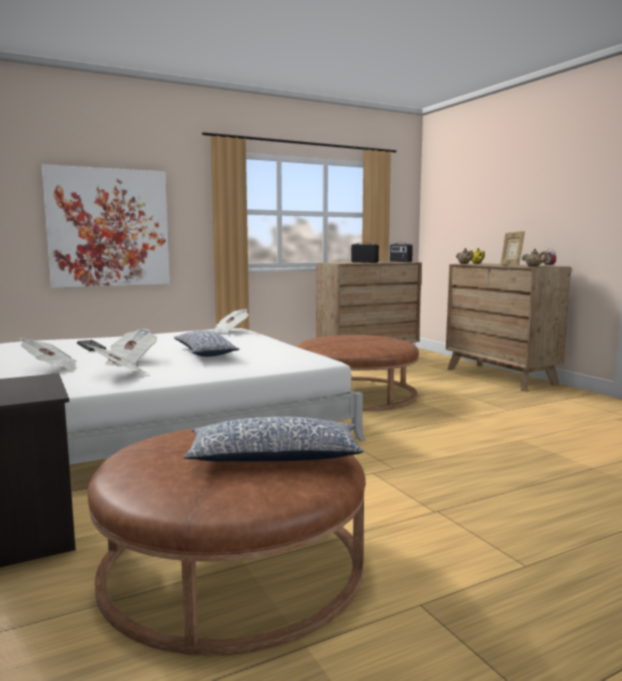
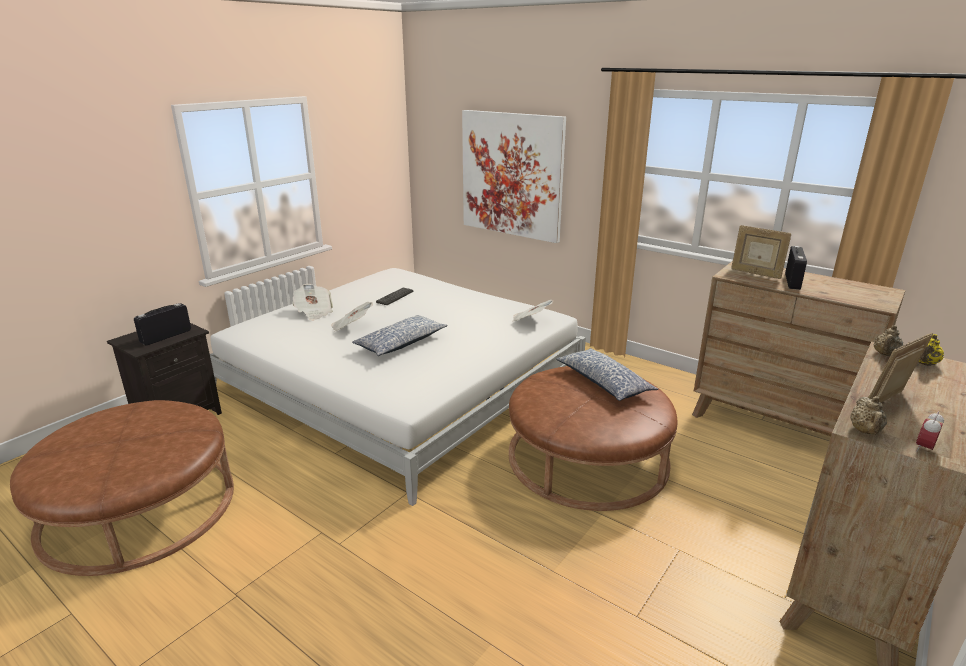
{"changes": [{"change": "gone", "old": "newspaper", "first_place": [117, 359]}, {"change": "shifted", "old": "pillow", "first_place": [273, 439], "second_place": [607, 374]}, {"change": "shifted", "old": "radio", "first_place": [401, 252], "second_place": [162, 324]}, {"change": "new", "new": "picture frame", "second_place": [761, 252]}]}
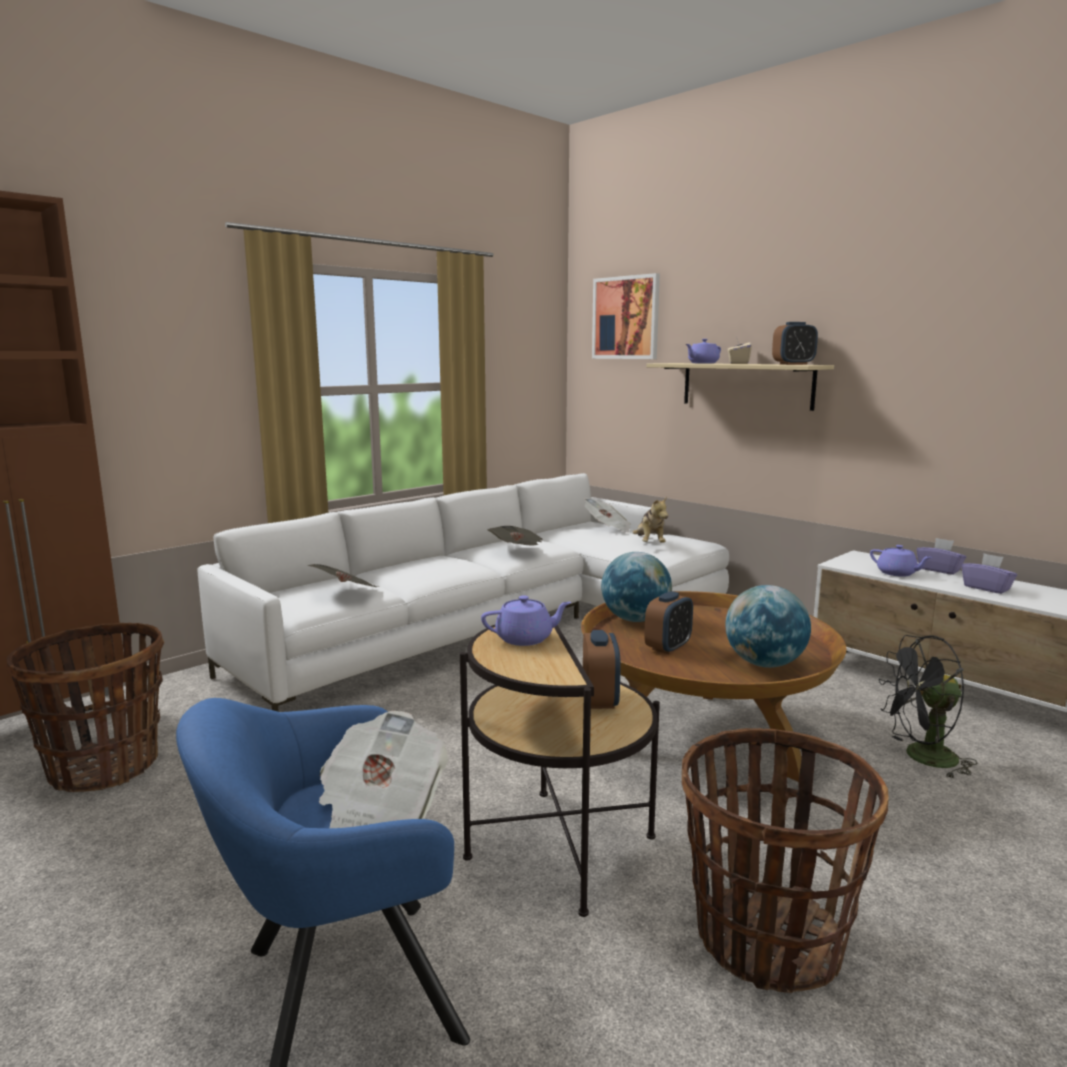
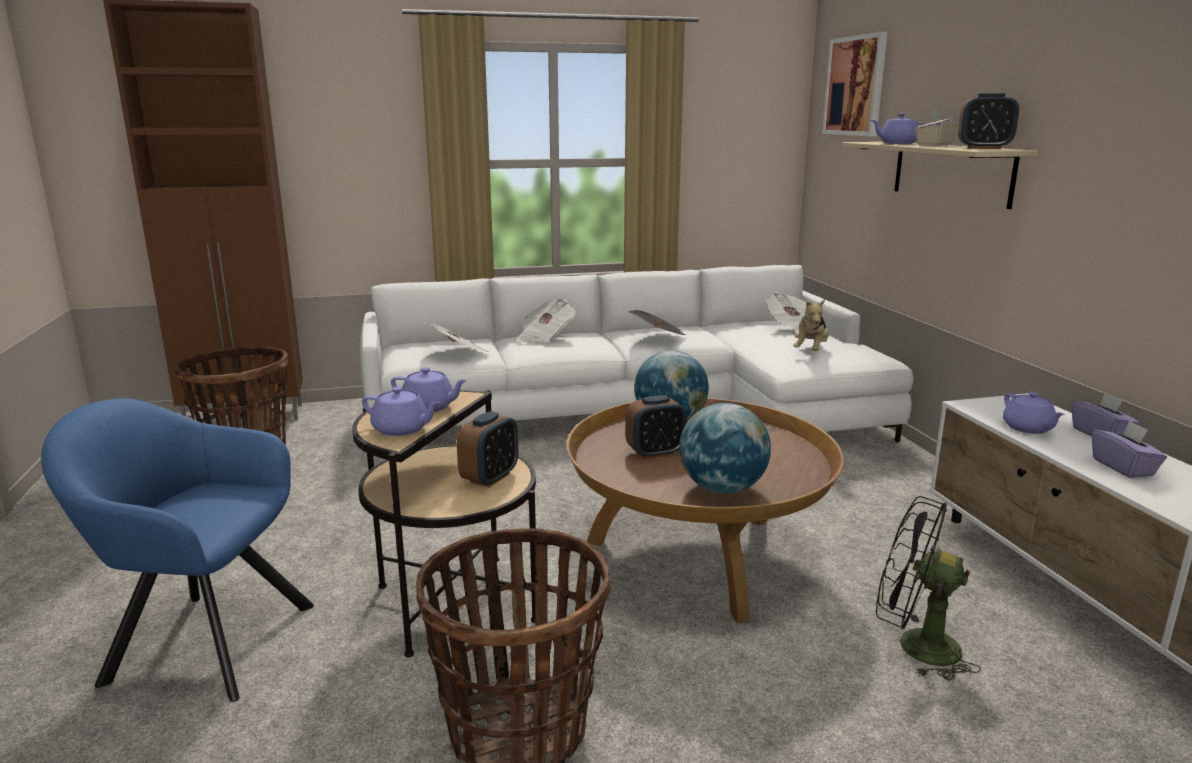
{"changes": [{"change": "shifted", "old": "newspaper", "first_place": [383, 769], "second_place": [546, 321]}, {"change": "new", "new": "teapot/purple", "second_place": [401, 411]}]}
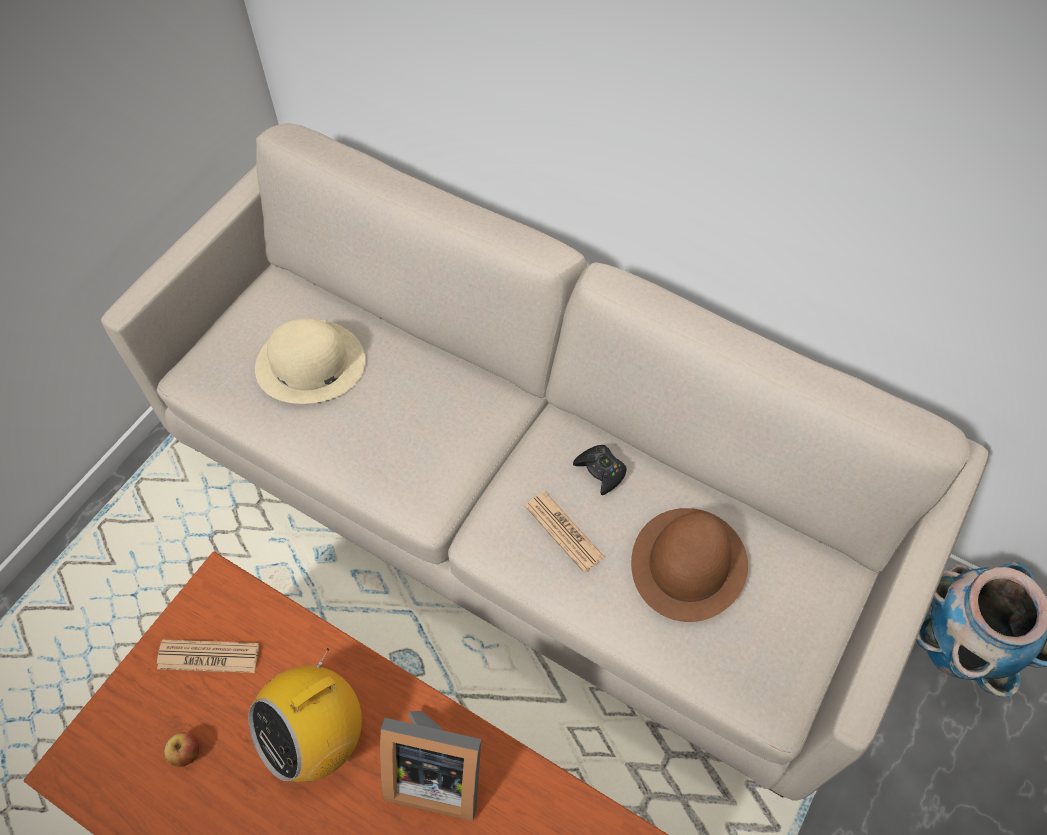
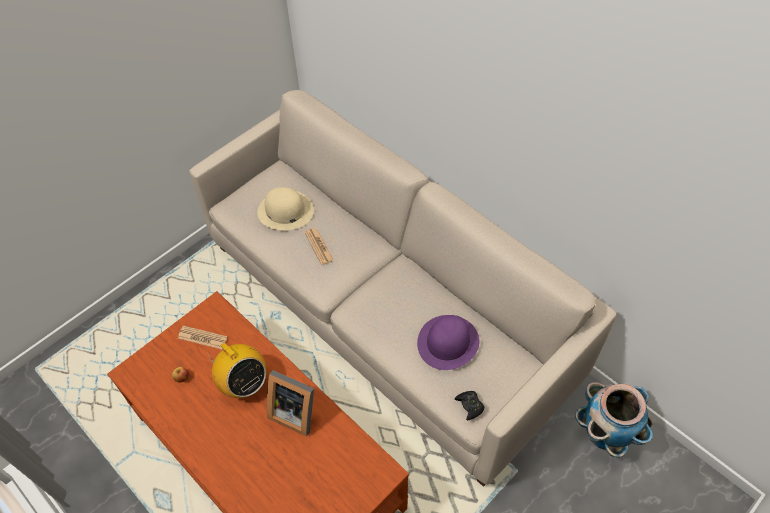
{"changes": [{"change": "rotated", "old": "radio", "first_place": [305, 715], "second_place": [236, 370], "degrees": -105}, {"change": "shifted", "old": "newspaper", "first_place": [565, 532], "second_place": [318, 246]}, {"change": "shifted", "old": "game controller/black", "first_place": [600, 470], "second_place": [469, 406]}, {"change": "repainted", "old": "hat/brown", "new": "hat/purple", "first_place": [689, 565], "second_place": [448, 342]}]}
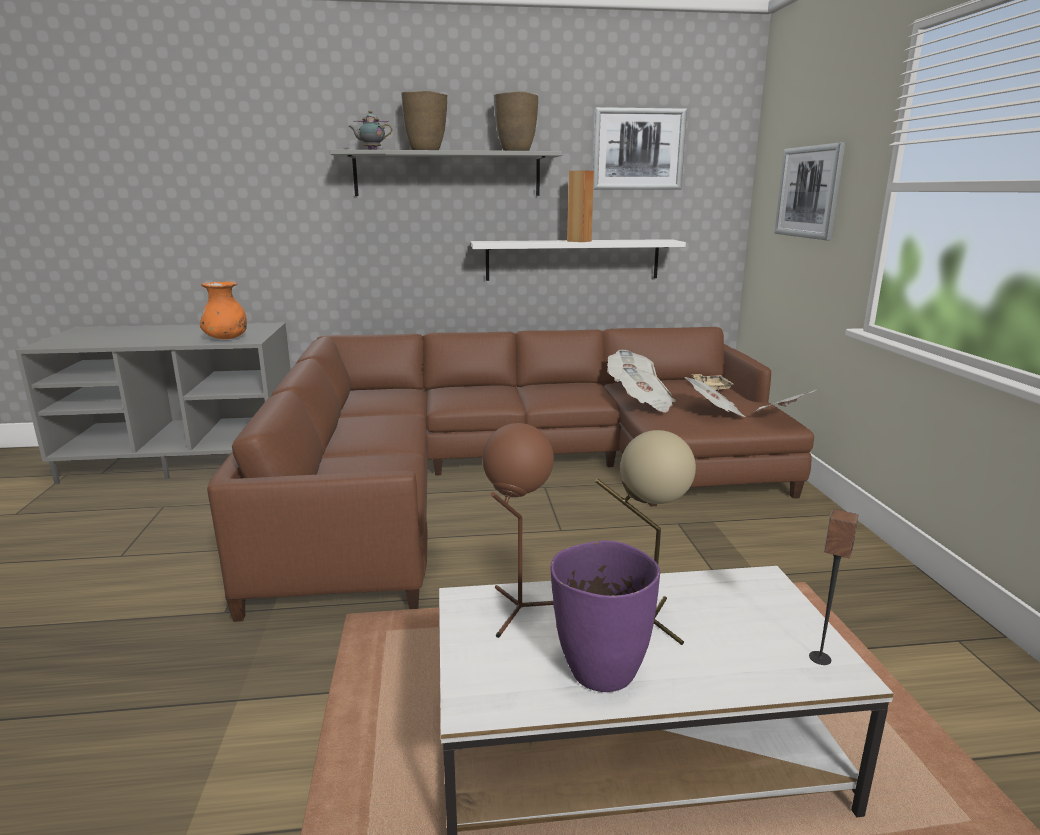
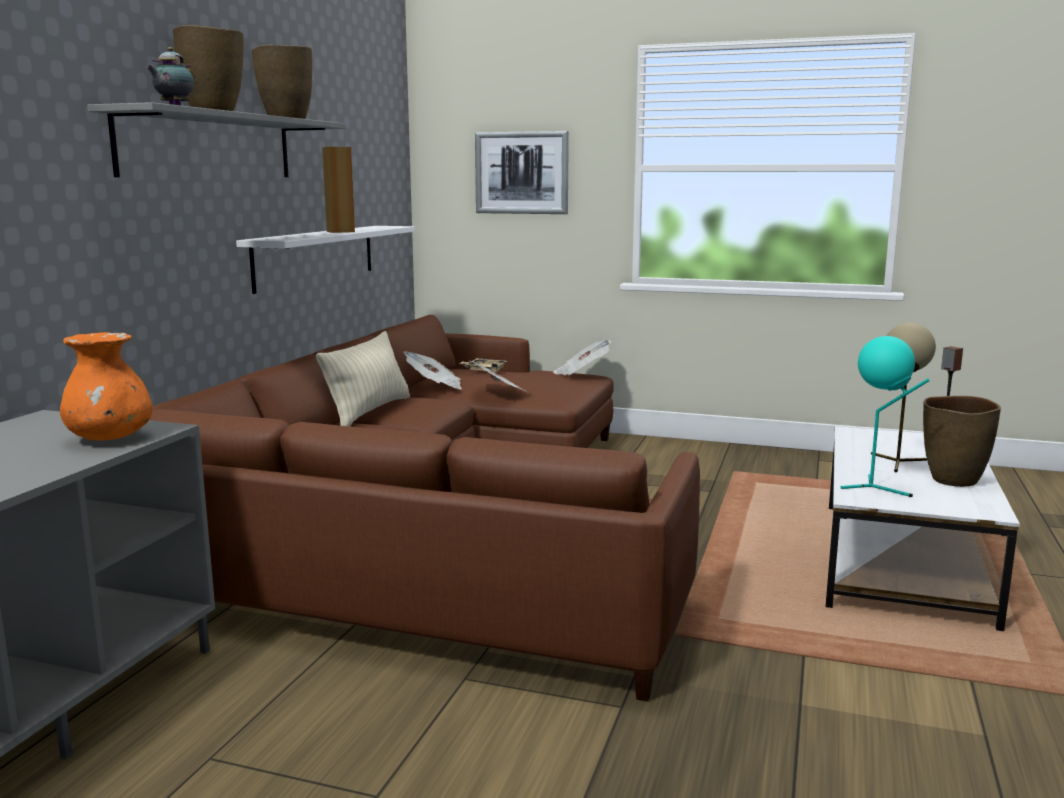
{"changes": [{"change": "repainted", "old": "table lamp/brown", "new": "table lamp/turquoise", "first_place": [518, 530], "second_place": [885, 416]}, {"change": "repainted", "old": "vase/purple", "new": "vase/brown", "first_place": [605, 616], "second_place": [962, 441]}, {"change": "gone", "old": "picture", "first_place": [640, 148]}, {"change": "gone", "old": "newspaper", "first_place": [715, 397]}, {"change": "new", "new": "pillow/beige", "second_place": [363, 378]}]}
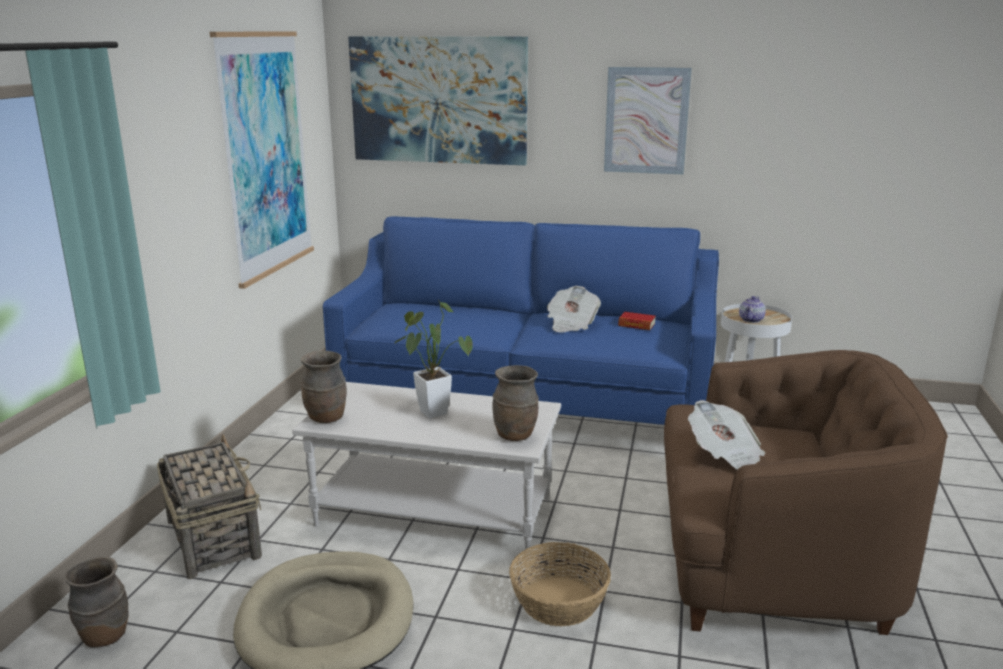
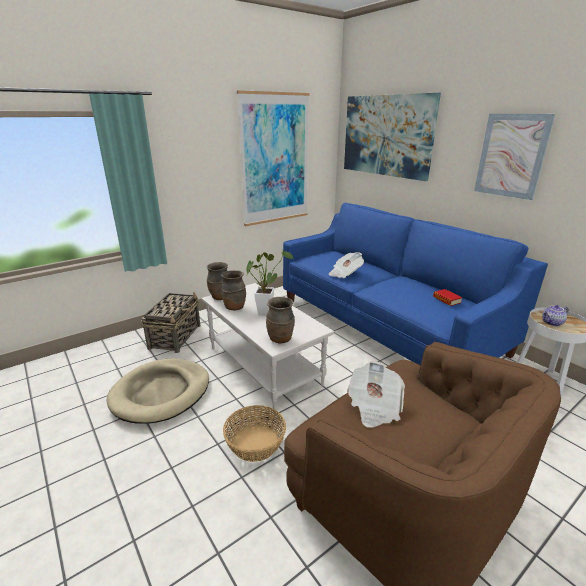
{"changes": [{"change": "shifted", "old": "vase/brown", "first_place": [97, 602], "second_place": [233, 290]}, {"change": "shifted", "old": "newspaper", "first_place": [574, 309], "second_place": [346, 265]}]}
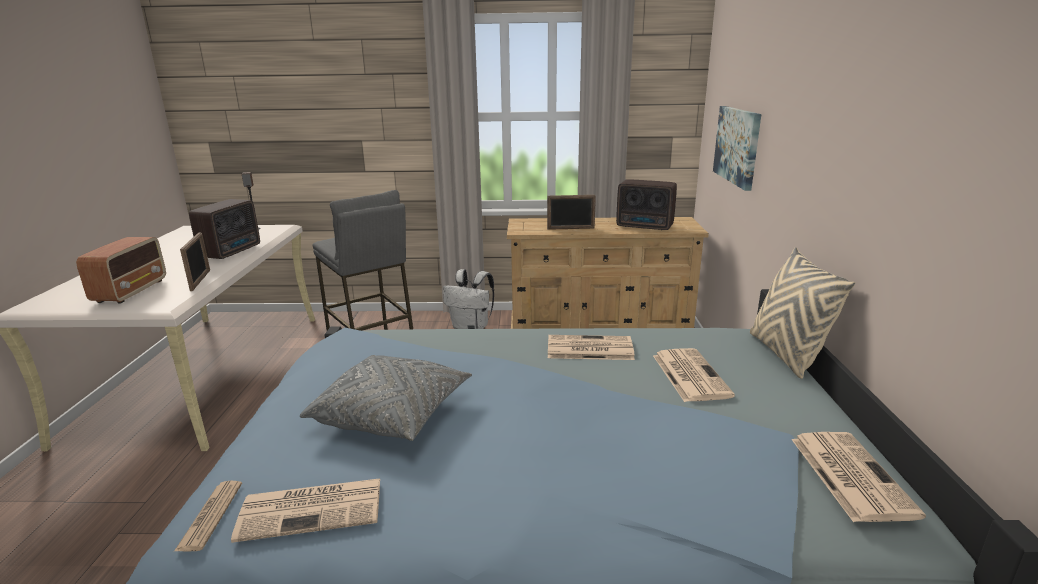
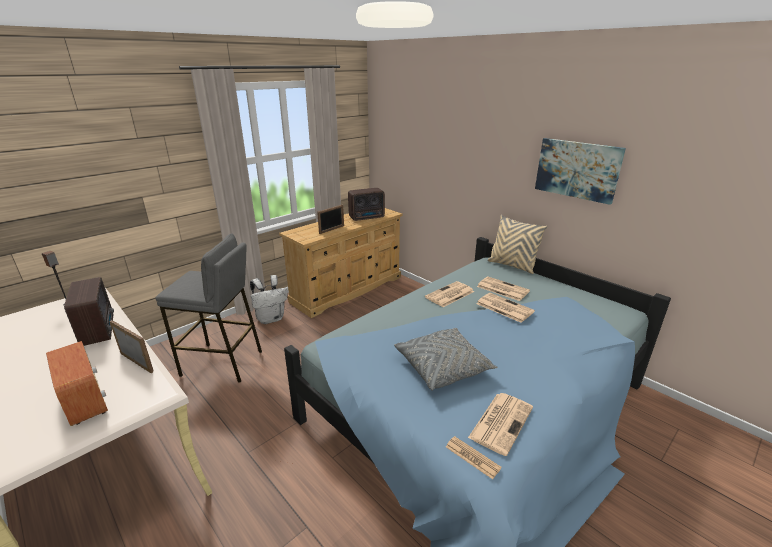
{"changes": [{"change": "shifted", "old": "picture", "first_place": [737, 148], "second_place": [580, 171]}, {"change": "shifted", "old": "newspaper", "first_place": [858, 477], "second_place": [505, 308]}]}
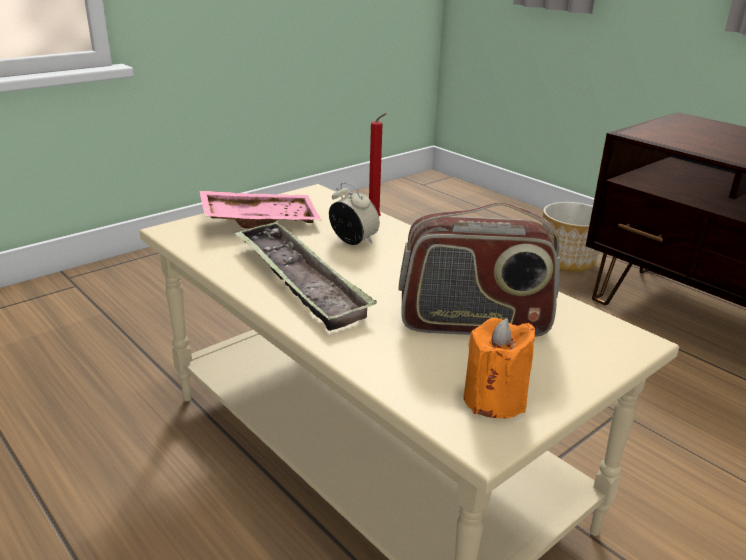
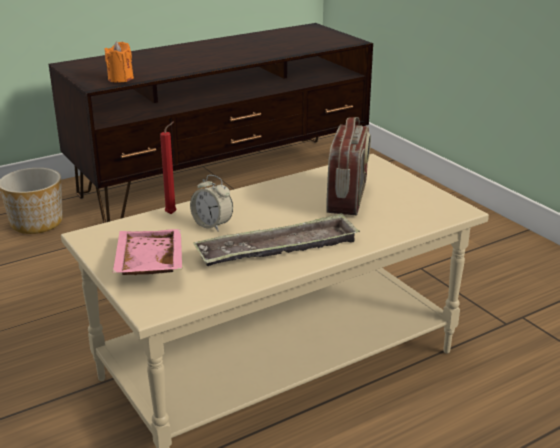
{"changes": [{"change": "rotated", "old": "alarm clock", "first_place": [354, 214], "second_place": [211, 203], "degrees": -105}, {"change": "shifted", "old": "candle/orange", "first_place": [499, 368], "second_place": [119, 62]}]}
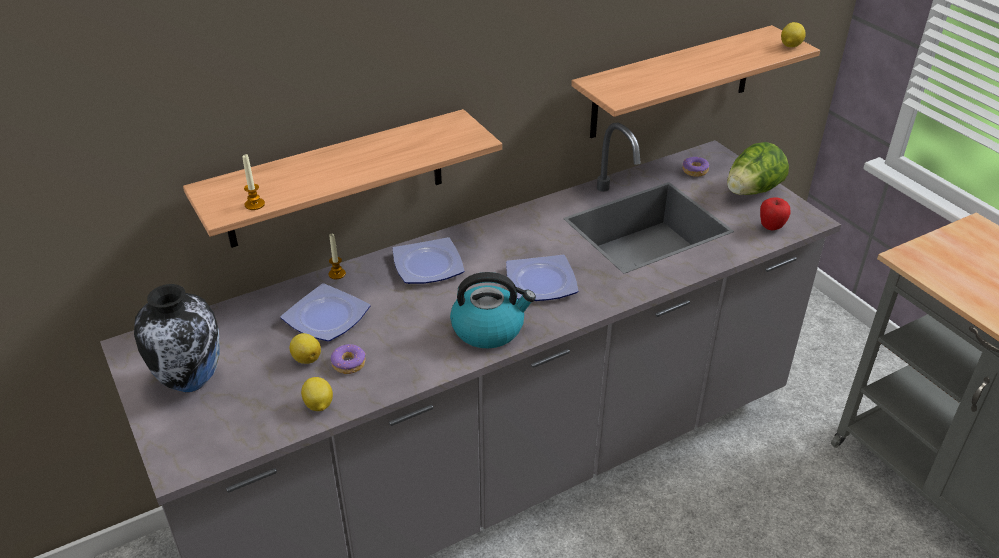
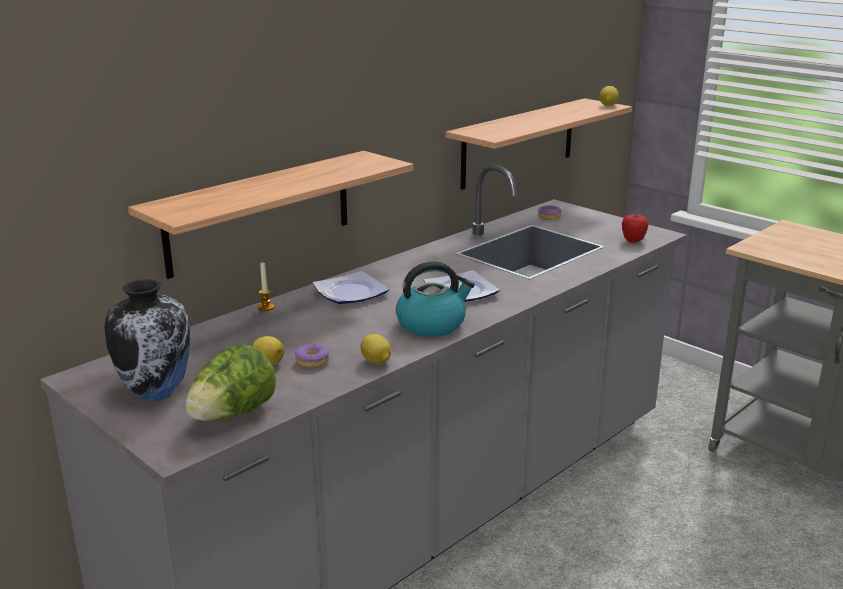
{"changes": [{"change": "gone", "old": "candle", "first_place": [254, 182]}, {"change": "gone", "old": "plate", "first_place": [325, 312]}, {"change": "shifted", "old": "lemon", "first_place": [317, 394], "second_place": [375, 349]}, {"change": "shifted", "old": "lettuce", "first_place": [758, 168], "second_place": [230, 382]}]}
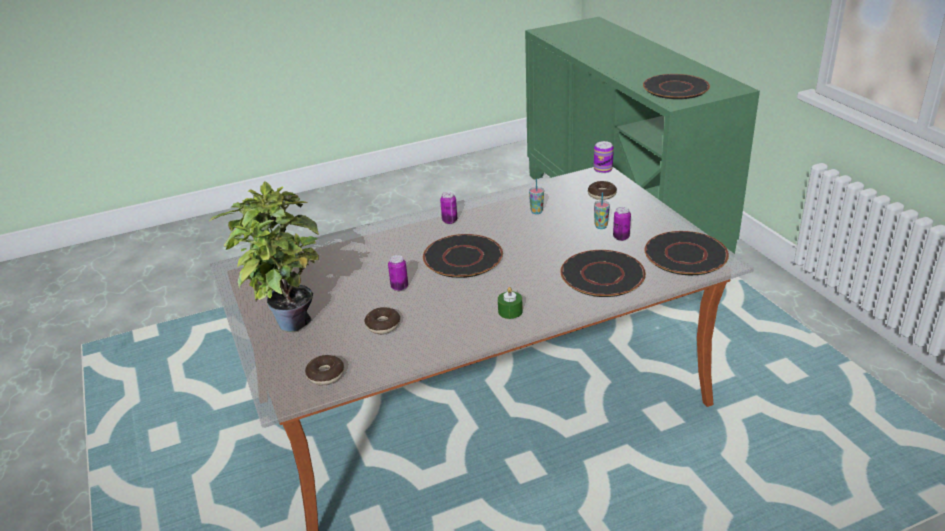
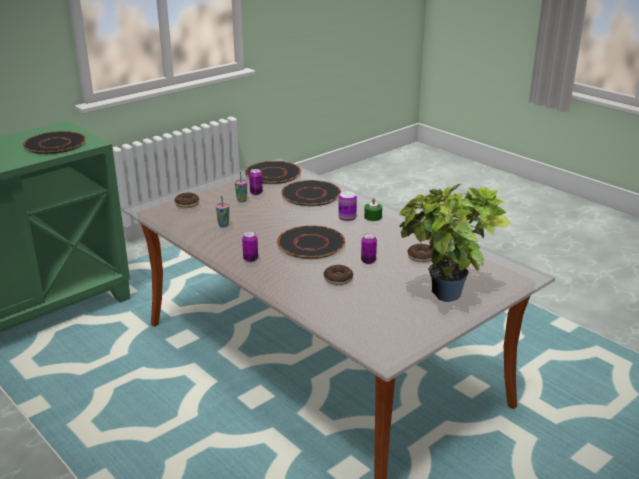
{"changes": [{"change": "shifted", "old": "donut", "first_place": [324, 370], "second_place": [338, 275]}, {"change": "shifted", "old": "can", "first_place": [604, 157], "second_place": [347, 206]}]}
